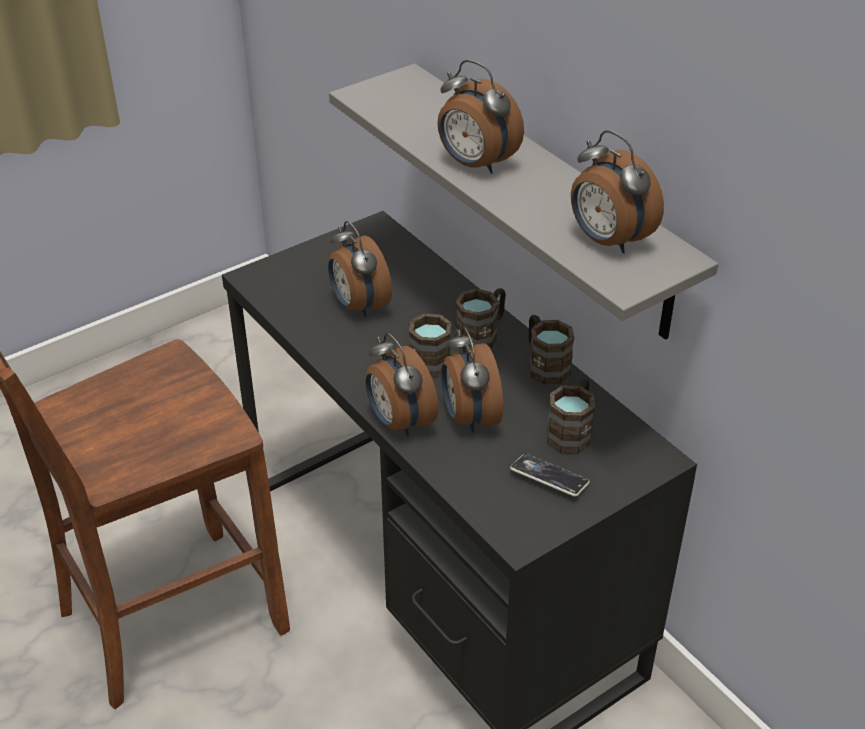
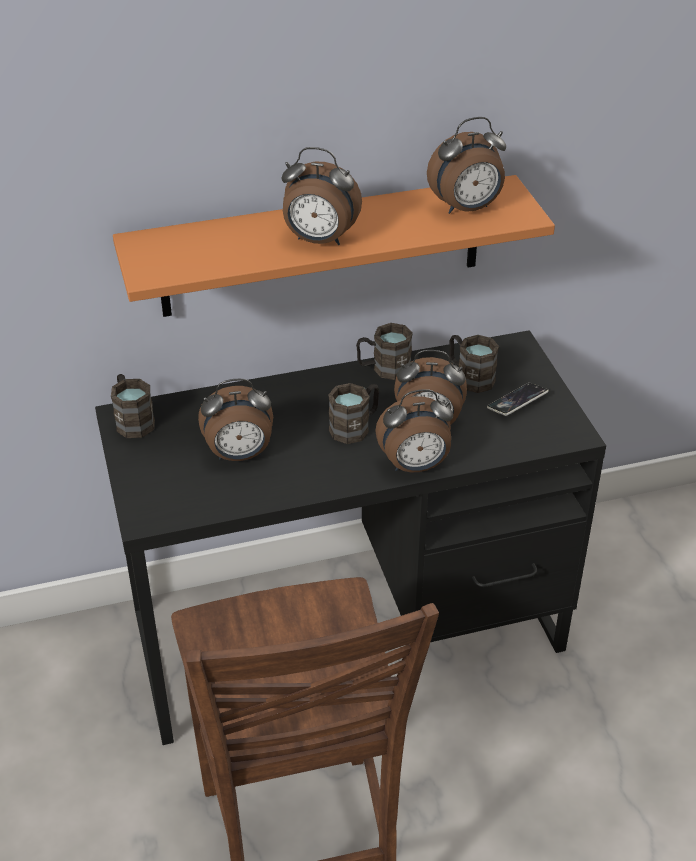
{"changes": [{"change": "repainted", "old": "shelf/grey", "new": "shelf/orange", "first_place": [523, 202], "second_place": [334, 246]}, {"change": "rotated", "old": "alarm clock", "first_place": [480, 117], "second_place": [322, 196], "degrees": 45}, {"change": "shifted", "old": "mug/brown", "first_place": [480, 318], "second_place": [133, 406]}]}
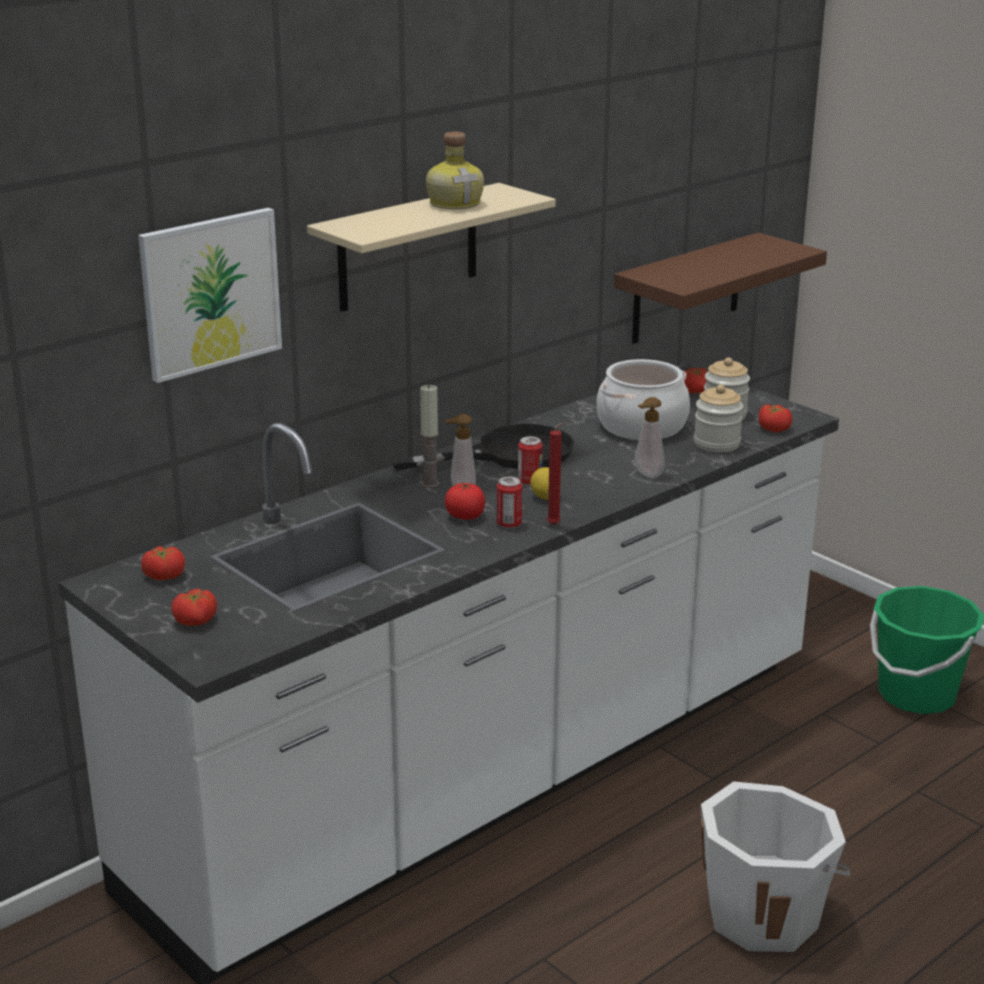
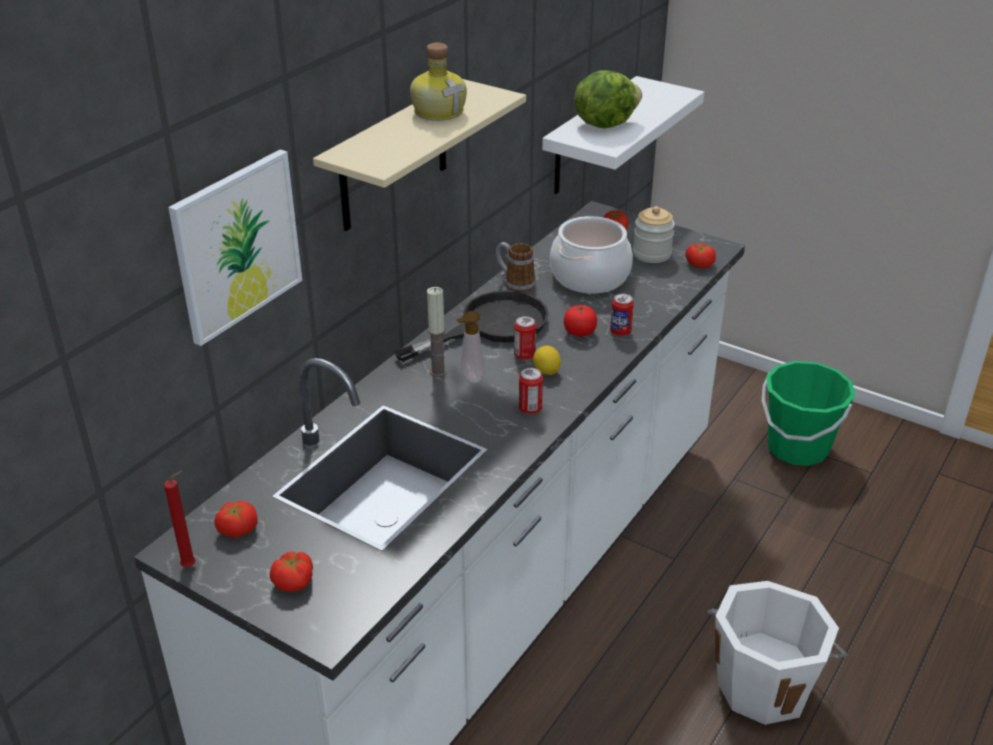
{"changes": [{"change": "shifted", "old": "tomato", "first_place": [465, 501], "second_place": [580, 320]}, {"change": "shifted", "old": "candle/red", "first_place": [557, 473], "second_place": [180, 519]}, {"change": "repainted", "old": "shelf/brown", "new": "shelf/white", "first_place": [720, 288], "second_place": [623, 135]}, {"change": "swapped", "old": "soap dispenser", "new": "can", "first_place": [650, 437], "second_place": [622, 315]}, {"change": "gone", "old": "jar", "first_place": [718, 418]}, {"change": "new", "new": "mug", "second_place": [516, 267]}, {"change": "new", "new": "lettuce", "second_place": [608, 99]}]}
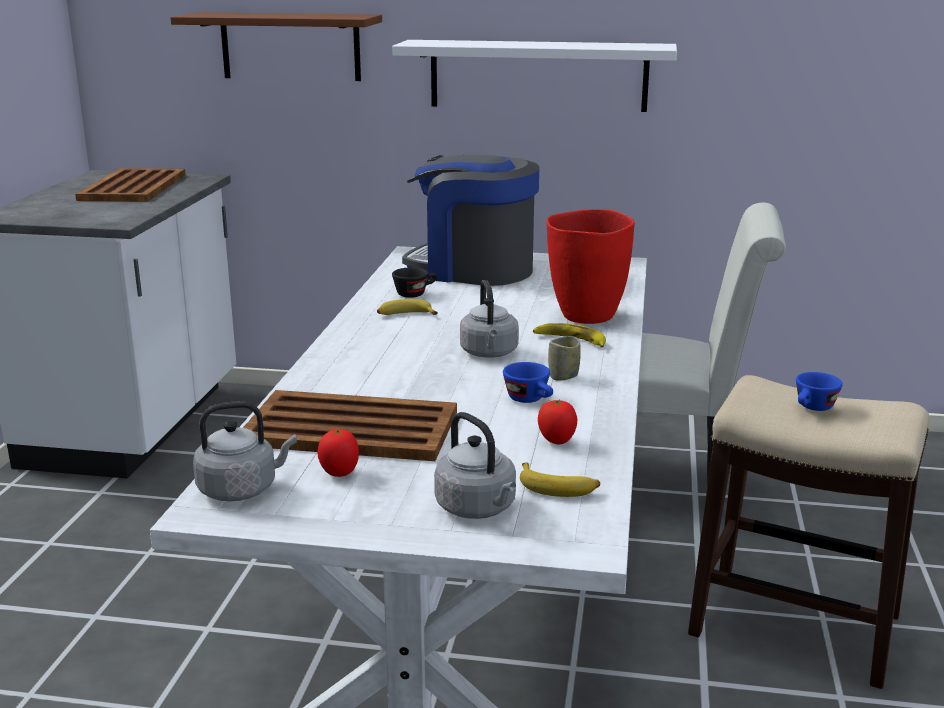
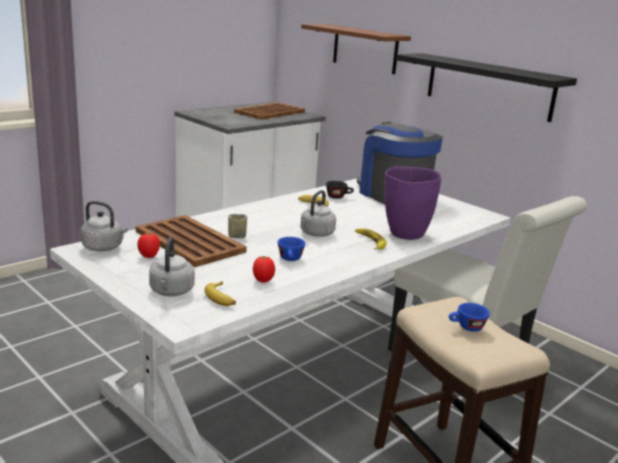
{"changes": [{"change": "repainted", "old": "shelf/white", "new": "shelf/black", "first_place": [534, 76], "second_place": [486, 87]}, {"change": "repainted", "old": "vase/red", "new": "vase/purple", "first_place": [590, 266], "second_place": [413, 203]}, {"change": "shifted", "old": "cup", "first_place": [564, 358], "second_place": [237, 226]}]}
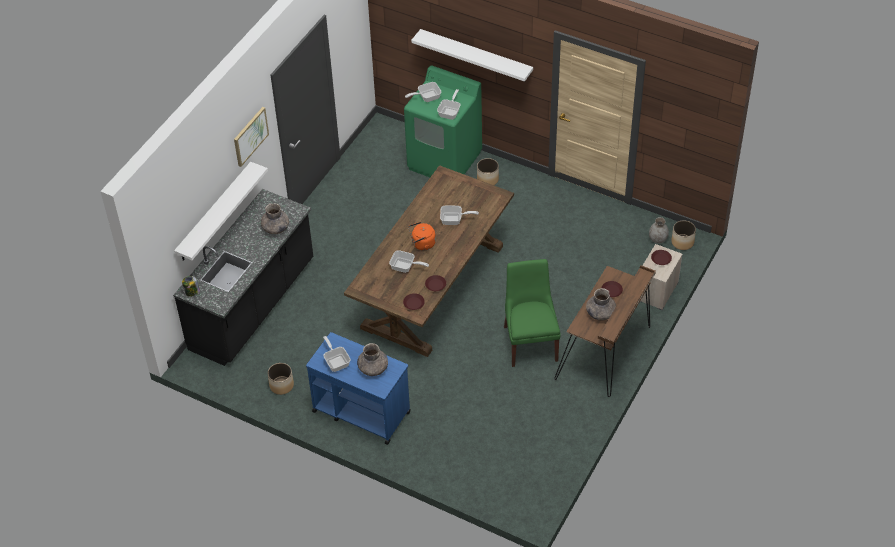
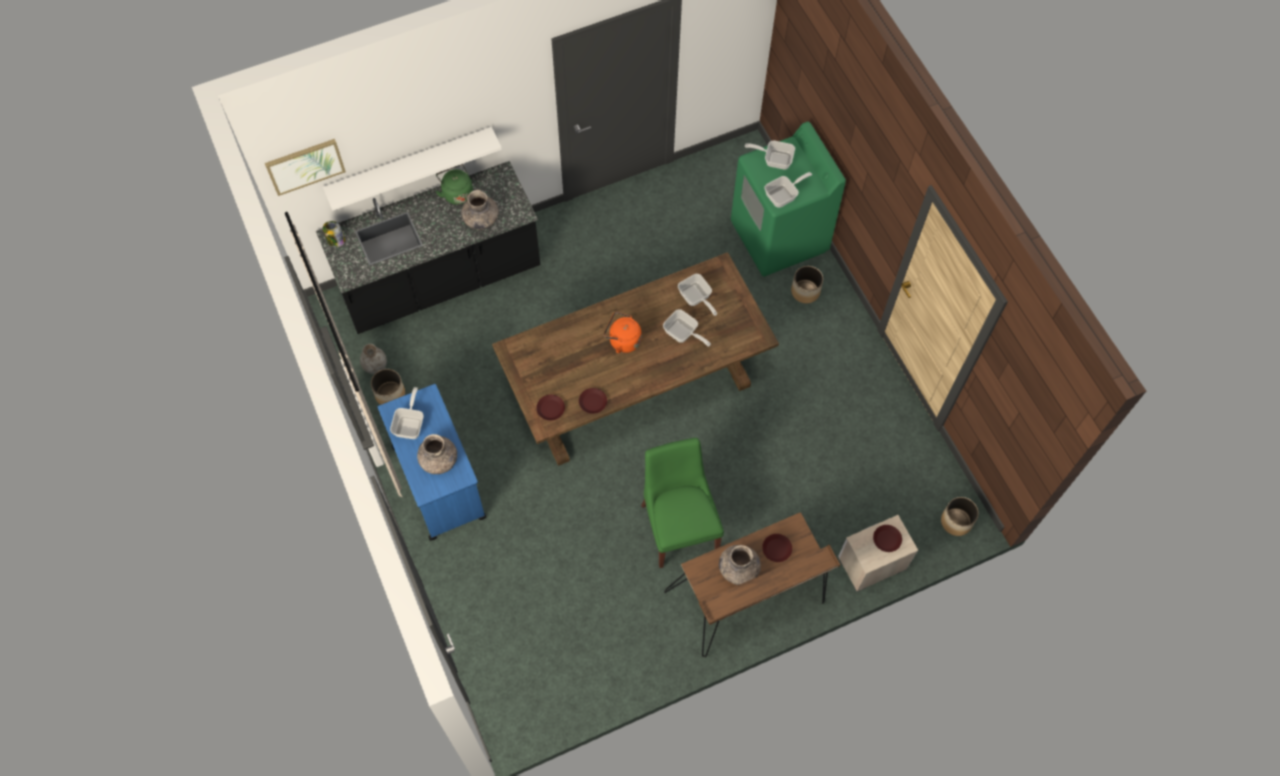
{"changes": [{"change": "shifted", "old": "picture", "first_place": [251, 137], "second_place": [305, 167]}, {"change": "shifted", "old": "frying pan", "first_place": [409, 261], "second_place": [697, 295]}, {"change": "gone", "old": "shelf/white", "first_place": [472, 55]}, {"change": "rotated", "old": "chair/green", "first_place": [532, 313], "second_place": [682, 503], "degrees": -45}, {"change": "shifted", "old": "vase/grey", "first_place": [659, 230], "second_place": [373, 359]}, {"change": "new", "new": "kettle/green", "second_place": [454, 184]}]}
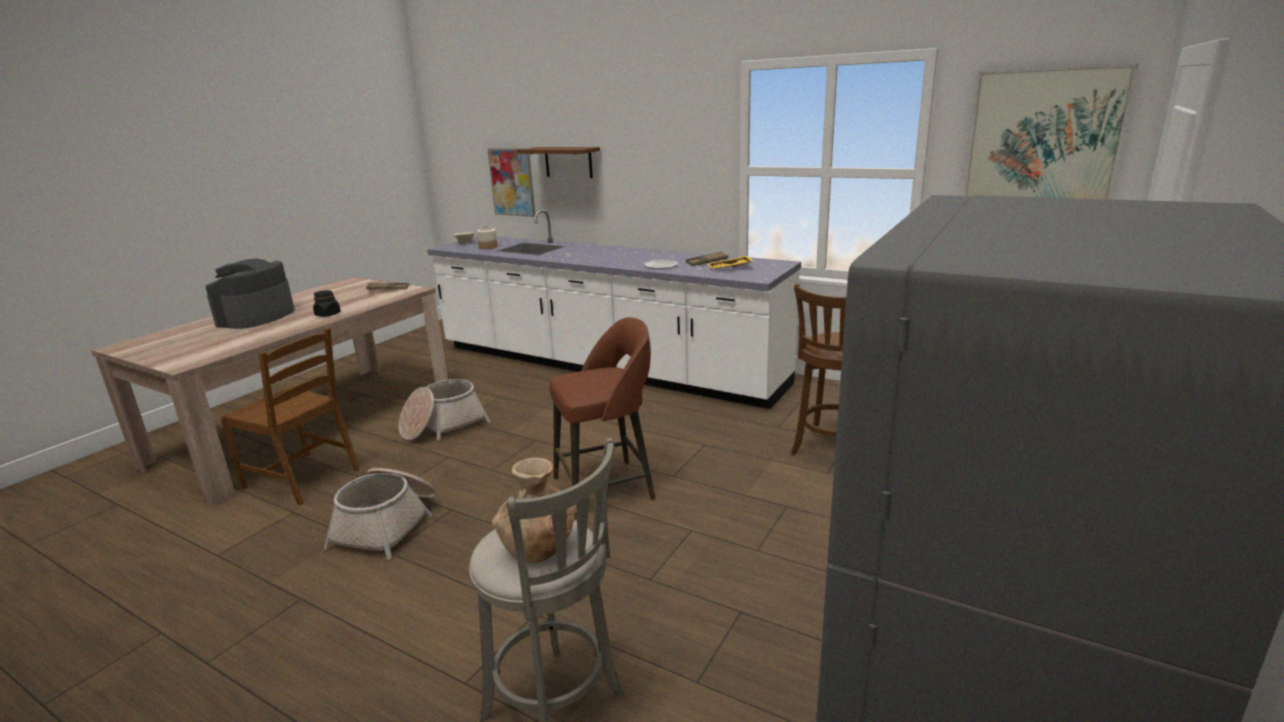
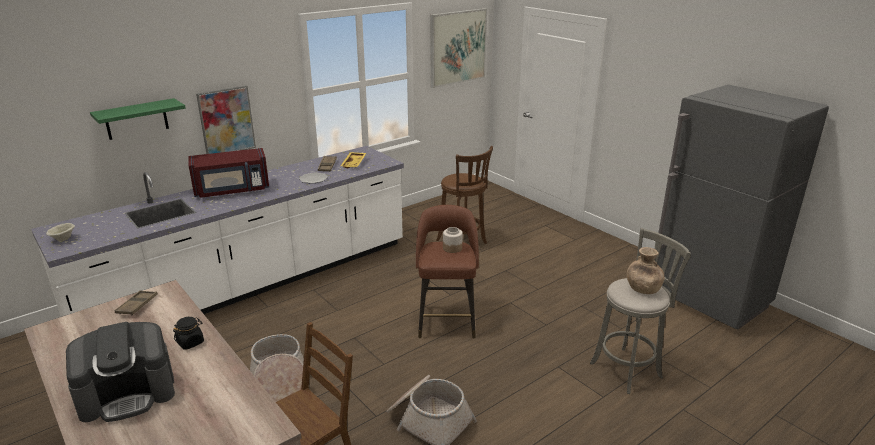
{"changes": [{"change": "rotated", "old": "coffee machine", "first_place": [250, 294], "second_place": [120, 372], "degrees": -60}, {"change": "shifted", "old": "jar", "first_place": [487, 237], "second_place": [453, 240]}, {"change": "shifted", "old": "picture", "first_place": [511, 182], "second_place": [226, 119]}, {"change": "repainted", "old": "shelf/brown", "new": "shelf/green", "first_place": [558, 162], "second_place": [138, 119]}, {"change": "new", "new": "microwave/red", "second_place": [228, 173]}]}
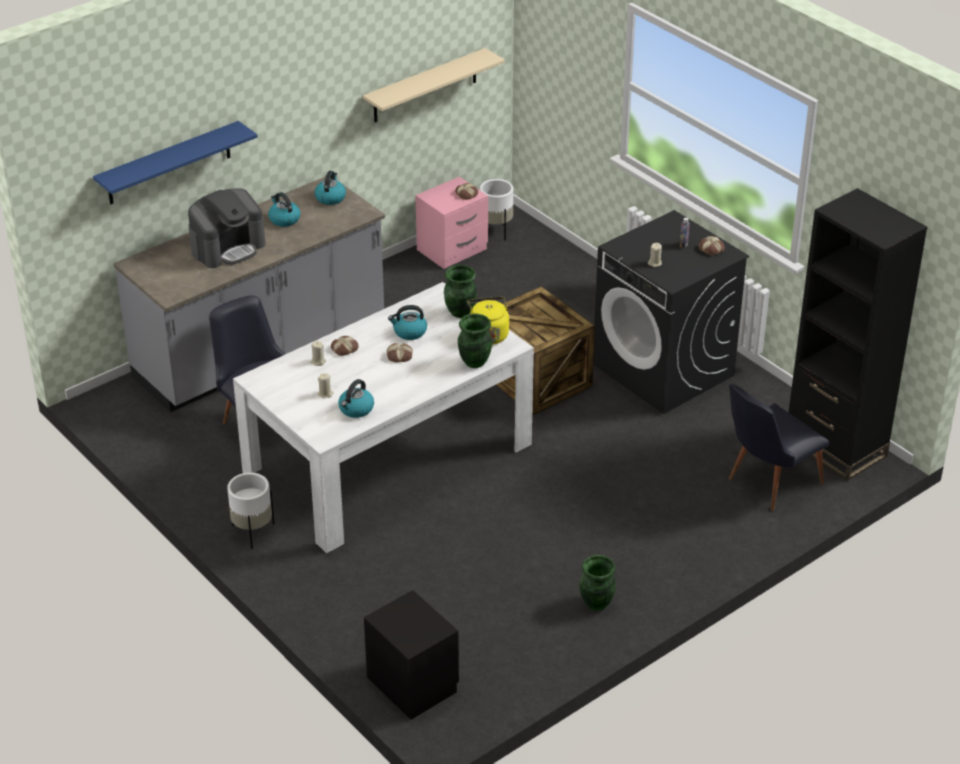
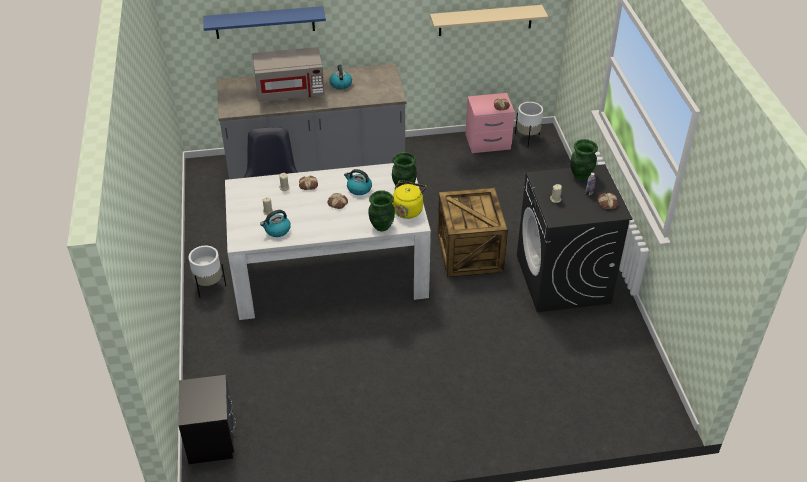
{"changes": [{"change": "swapped", "old": "coffee machine", "new": "microwave/grey", "first_place": [226, 228], "second_place": [288, 74]}, {"change": "gone", "old": "kettle", "first_place": [330, 188]}, {"change": "shifted", "old": "vase/green", "first_place": [598, 583], "second_place": [584, 159]}, {"change": "gone", "old": "chair/black", "first_place": [779, 447]}, {"change": "gone", "old": "bookcase/black", "first_place": [858, 334]}]}
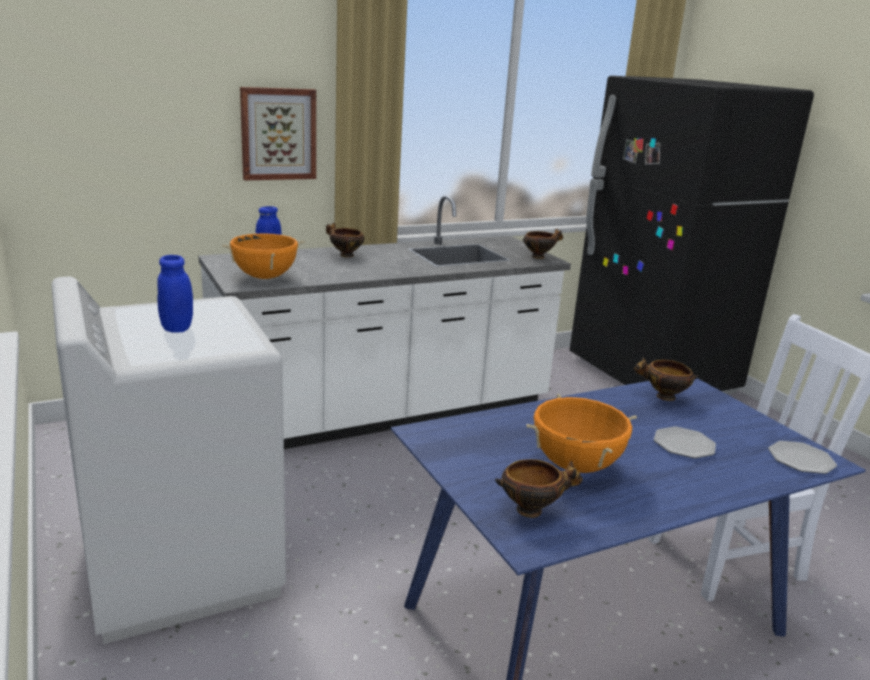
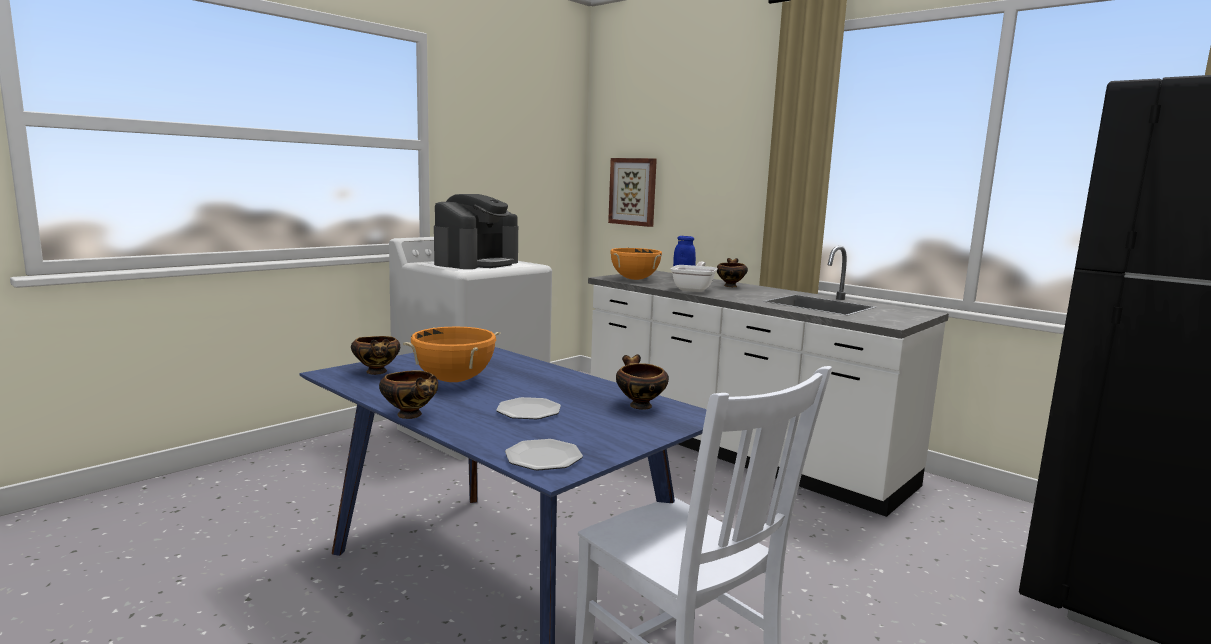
{"changes": [{"change": "swapped", "old": "jar/blue", "new": "coffee machine", "first_place": [175, 294], "second_place": [476, 231]}, {"change": "shifted", "old": "picture", "first_place": [278, 133], "second_place": [632, 192]}, {"change": "shifted", "old": "bowl", "first_place": [542, 243], "second_place": [408, 395]}, {"change": "new", "new": "frying pan", "second_place": [694, 277]}]}
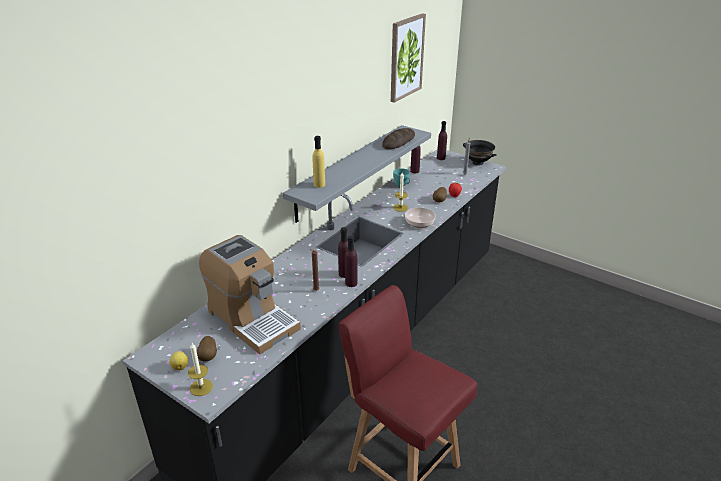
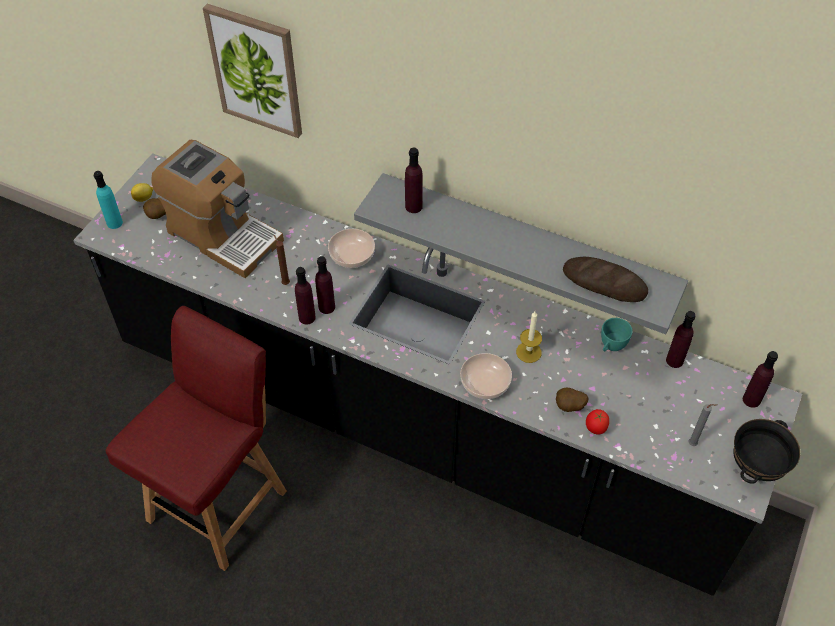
{"changes": [{"change": "swapped", "old": "candle", "new": "bottle/turquoise", "first_place": [200, 369], "second_place": [108, 200]}, {"change": "rotated", "old": "coffee machine", "first_place": [250, 294], "second_place": [217, 208], "degrees": -90}, {"change": "repainted", "old": "bottle/yellow", "new": "bottle/purple", "first_place": [319, 162], "second_place": [414, 180]}, {"change": "shifted", "old": "picture", "first_place": [408, 58], "second_place": [252, 71]}, {"change": "new", "new": "bowl", "second_place": [351, 248]}]}
